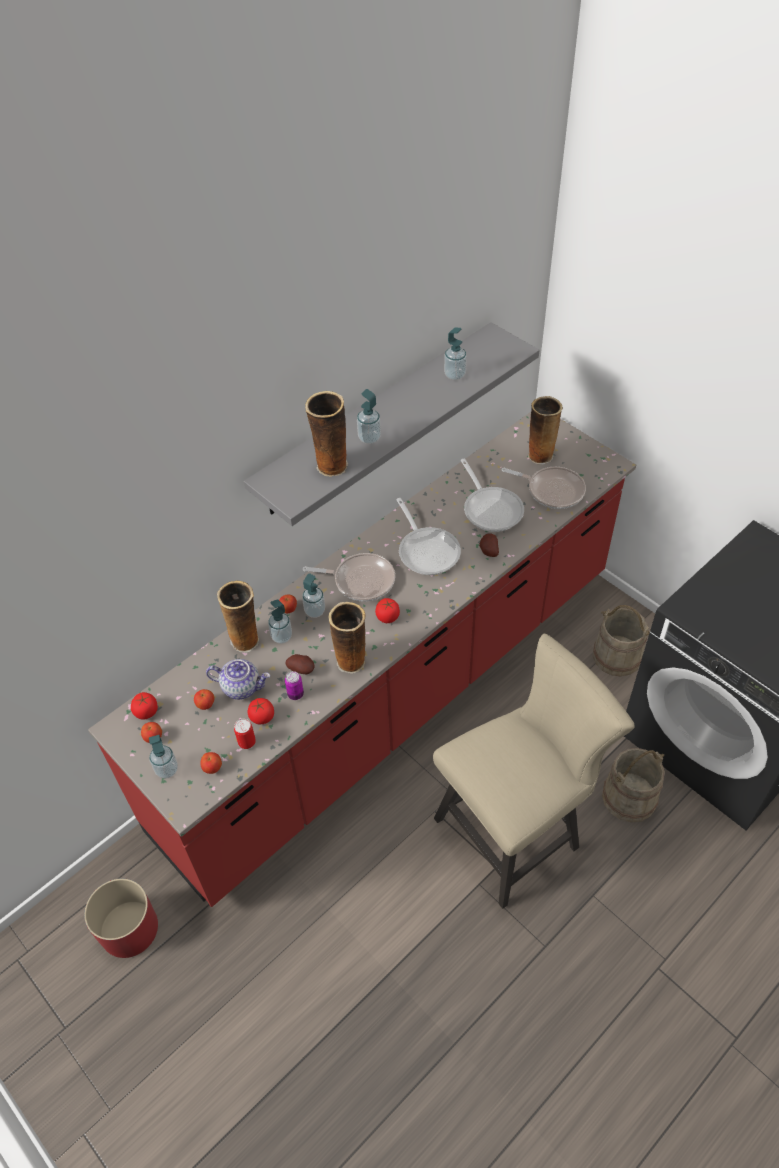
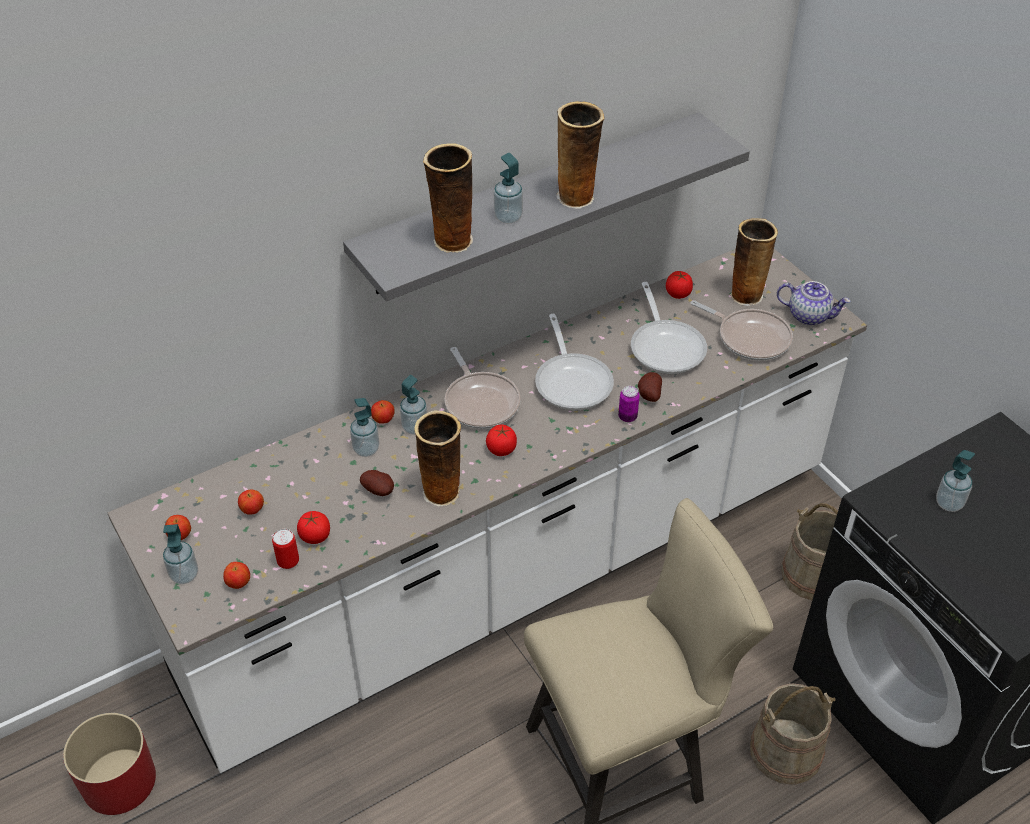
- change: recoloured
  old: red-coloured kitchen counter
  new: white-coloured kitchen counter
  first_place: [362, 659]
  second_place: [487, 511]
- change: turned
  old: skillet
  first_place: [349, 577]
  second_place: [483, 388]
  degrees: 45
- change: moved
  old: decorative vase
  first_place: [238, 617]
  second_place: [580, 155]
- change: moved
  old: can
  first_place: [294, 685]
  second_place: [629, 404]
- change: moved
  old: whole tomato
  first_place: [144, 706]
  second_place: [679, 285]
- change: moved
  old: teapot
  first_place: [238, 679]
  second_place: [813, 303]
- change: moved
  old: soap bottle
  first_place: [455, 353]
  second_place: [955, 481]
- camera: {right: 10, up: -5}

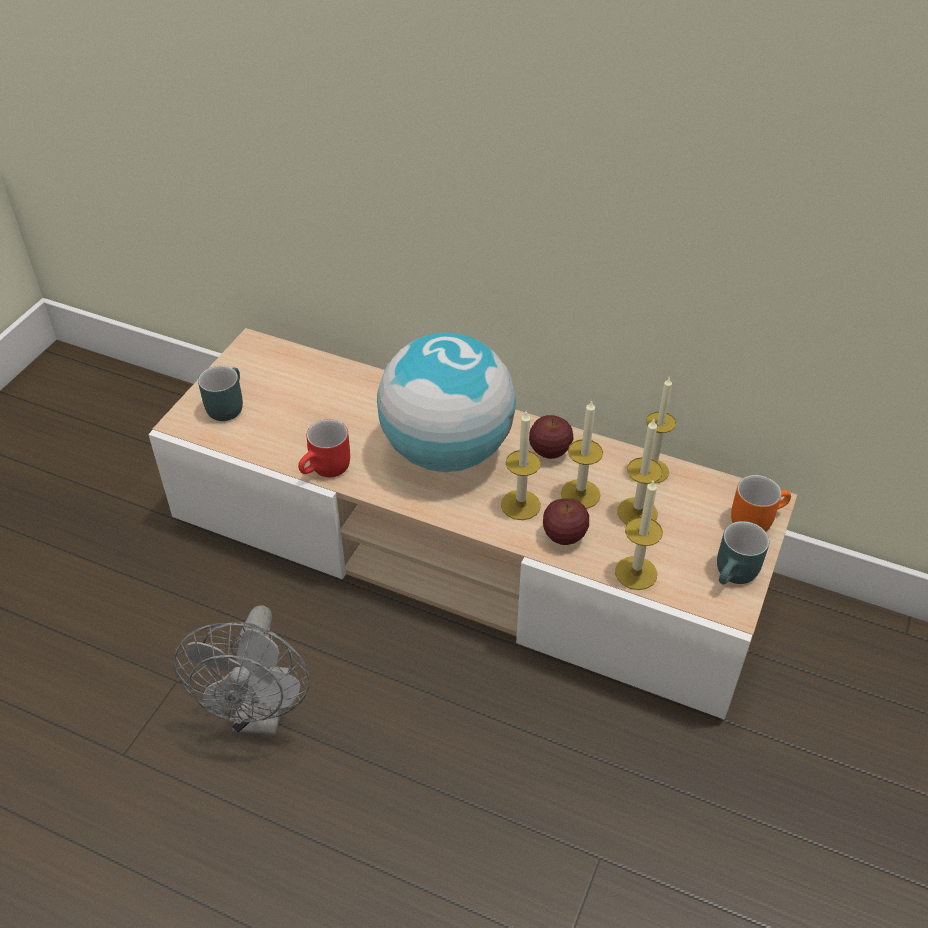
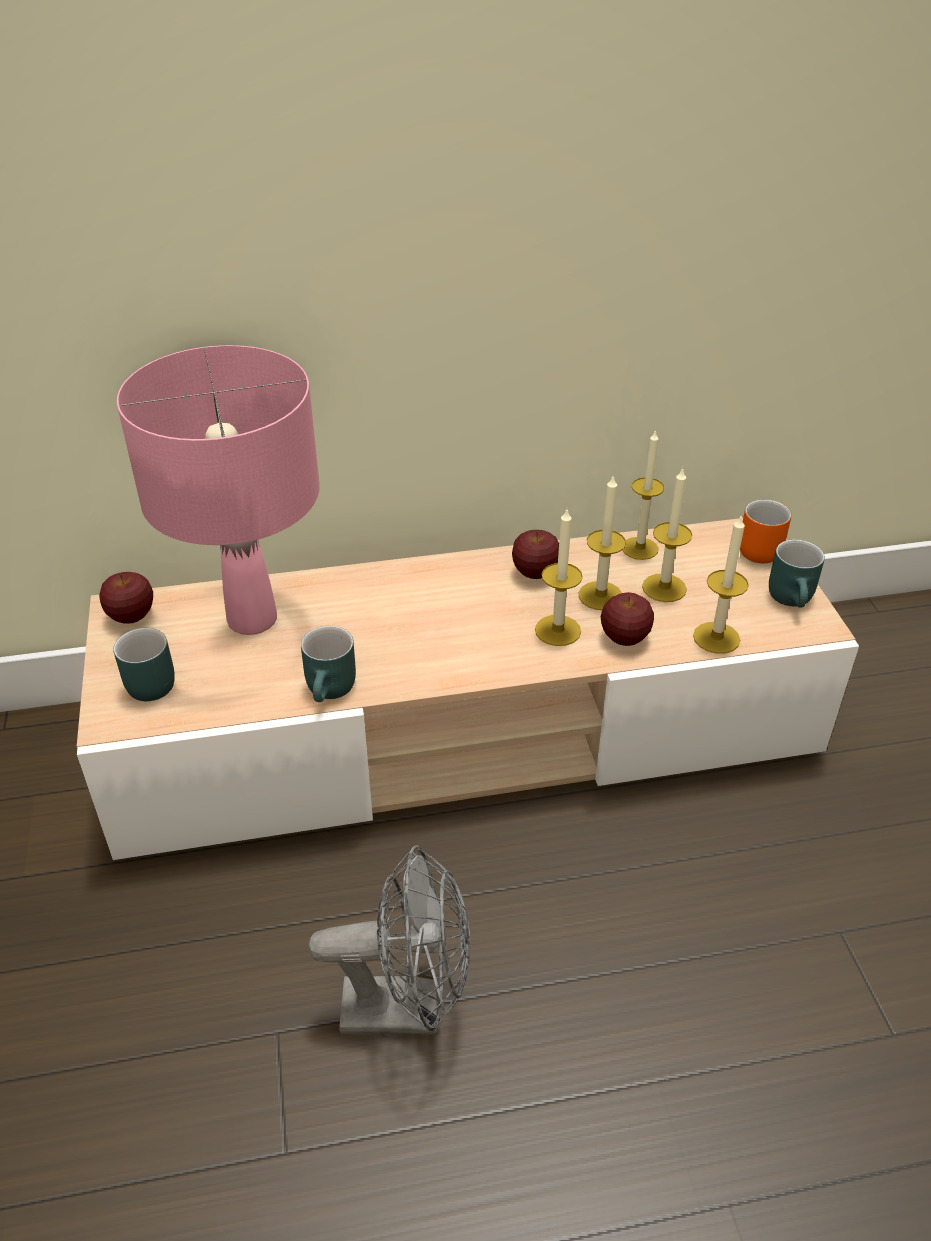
- change: added
  new: whole apple
  second_place: [126, 598]
- change: added
  new: pinkish table lamp
  second_place: [218, 490]
- change: recoloured
  old: red-coloured mug
  new: turquoise-coloured mug
  first_place: [324, 448]
  second_place: [328, 664]
- change: turned
  old: greyish cooling fan
  first_place: [242, 670]
  second_place: [389, 940]
  degrees: -60
- change: removed
  old: desk globe
  first_place: [446, 402]
- camera: {right: -35, up: -5}

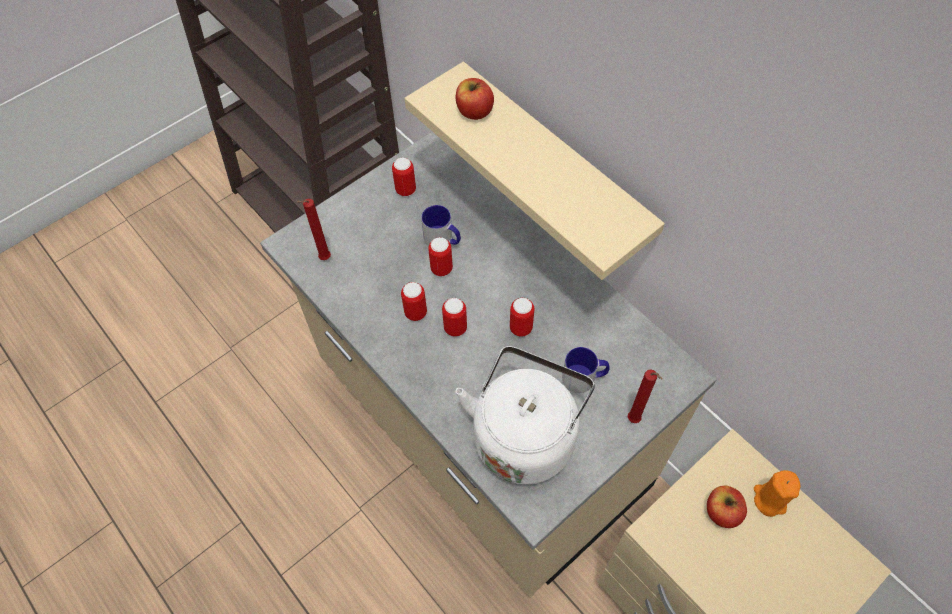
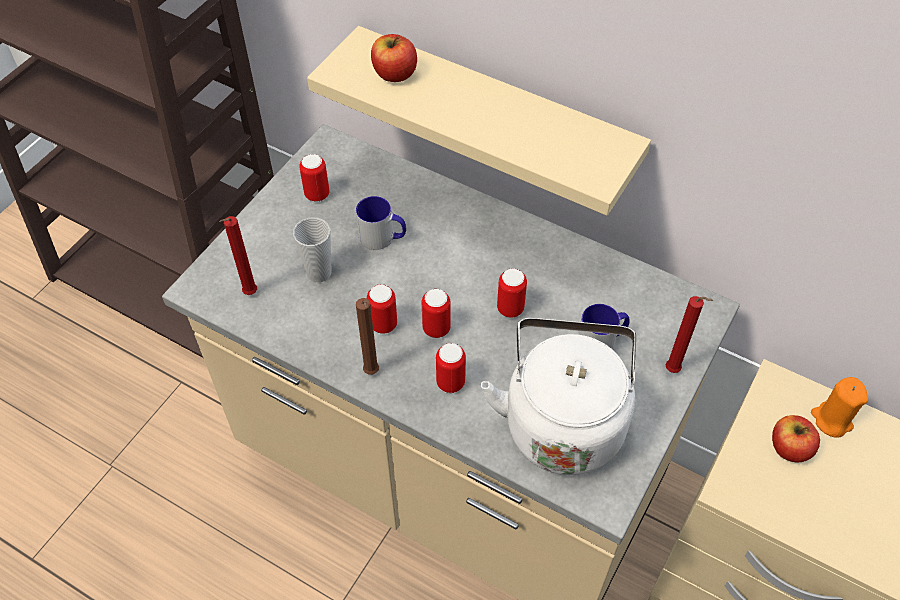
- change: added
  new: small cup
  second_place: [312, 249]
- change: added
  new: brown-coloured wax candle
  second_place: [367, 336]
- change: moved
  old: can
  first_place: [440, 256]
  second_place: [451, 368]
- camera: {right: -20, up: -5}

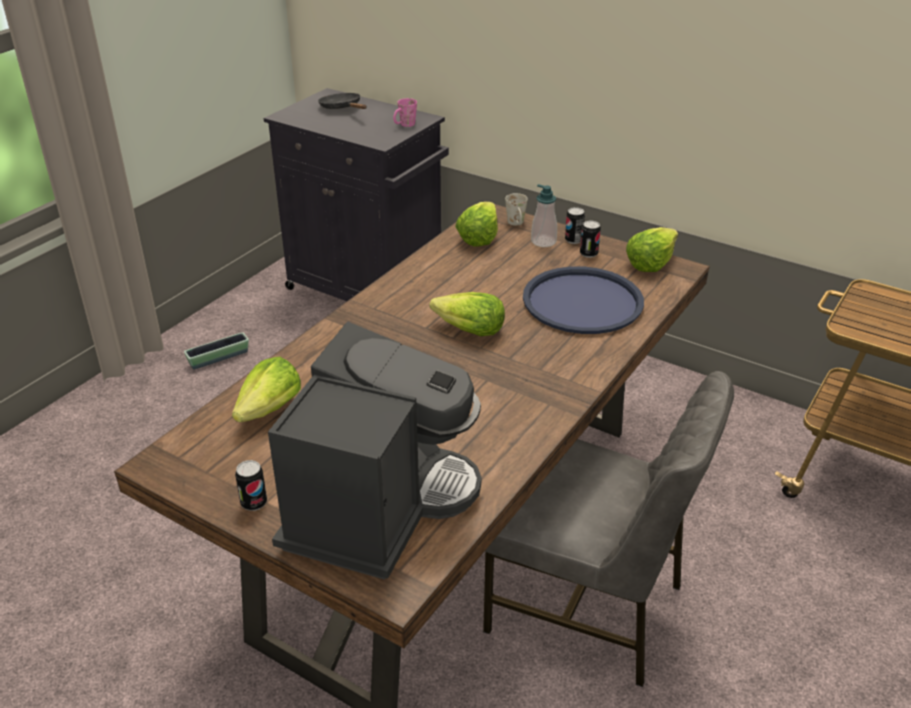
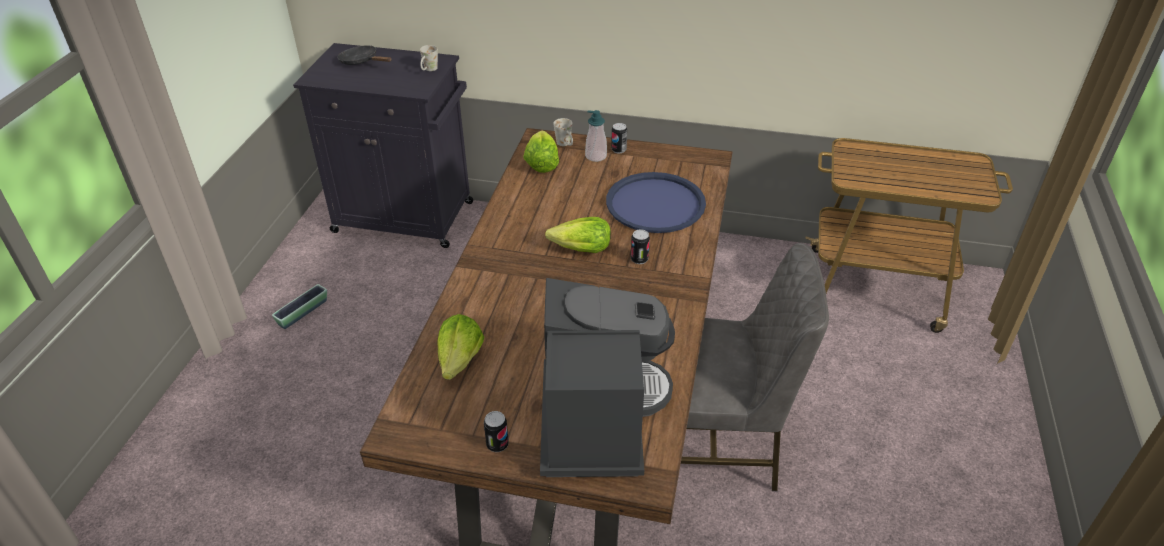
- change: recoloured
  old: pinkish mug
  new: white-coloured mug
  first_place: [405, 112]
  second_place: [429, 58]
- change: moved
  old: can
  first_place: [590, 239]
  second_place: [640, 246]
- change: removed
  old: lettuce
  first_place: [652, 249]
- camera: {right: -20, up: 5}

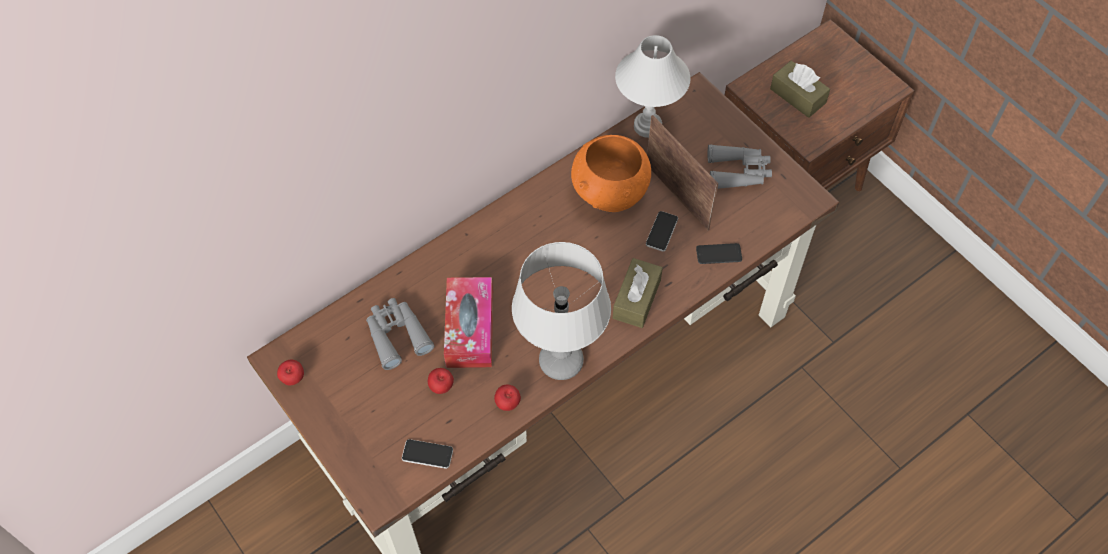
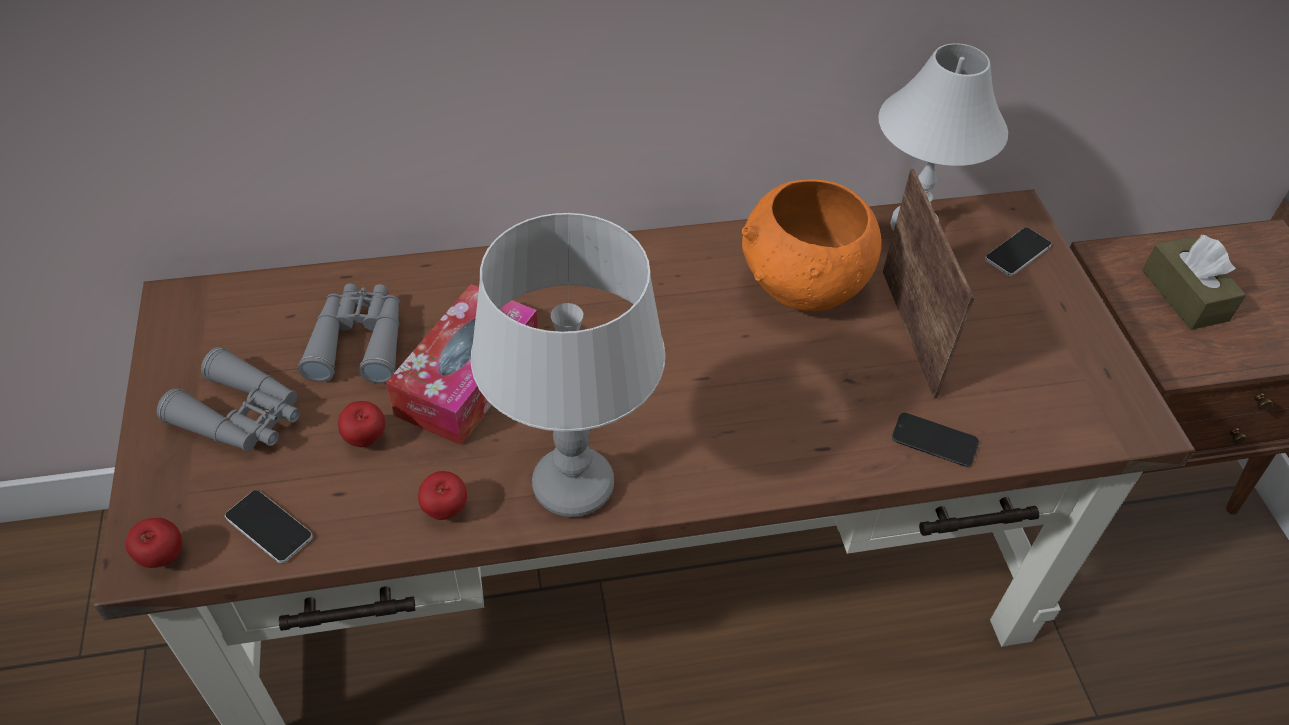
- change: moved
  old: whole apple
  first_place: [290, 372]
  second_place: [153, 543]
- change: moved
  old: greyish field glasses
  first_place: [740, 166]
  second_place: [228, 399]
- change: moved
  old: phone
  first_place: [662, 231]
  second_place: [1018, 252]
- change: removed
  old: brown-coloured tissue holder
  first_place: [638, 293]
- camera: {right: 25, up: -10}

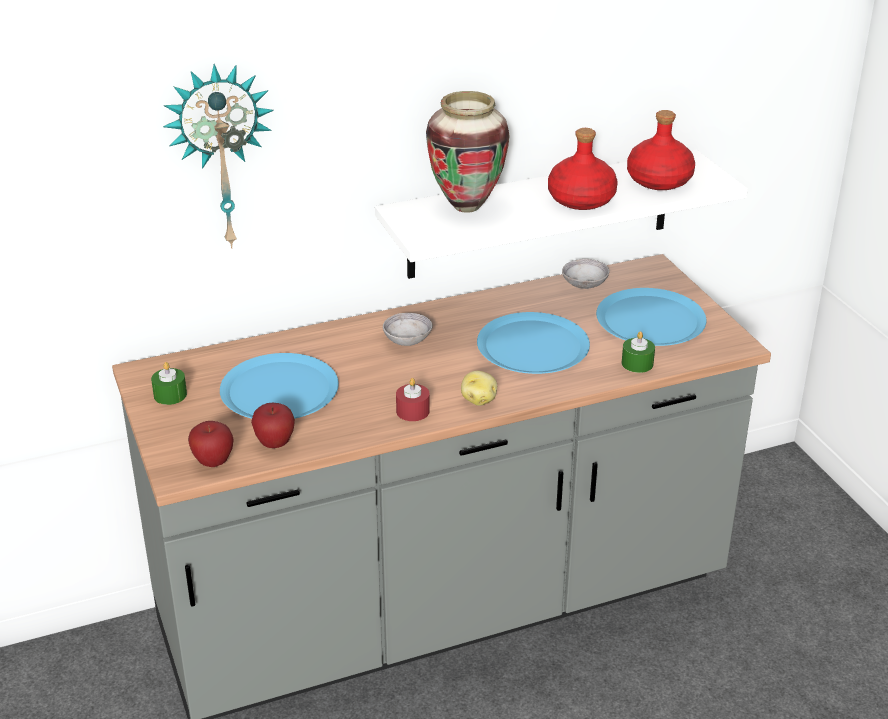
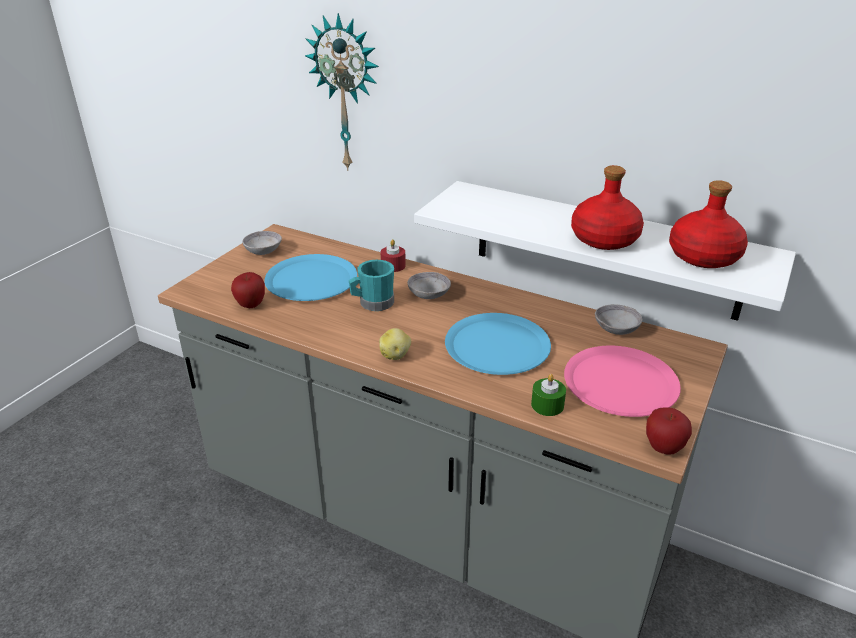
- change: replaced
  old: greenish wax candle
  new: greyish deep dish
  first_place: [169, 383]
  second_place: [262, 243]
- change: added
  new: turquoise-coloured mug
  second_place: [371, 285]
- change: moved
  old: red-coloured wax candle
  first_place: [413, 399]
  second_place: [393, 255]
- change: recoloured
  old: bluish flat dish
  new: pinkish flat dish
  first_place: [651, 317]
  second_place: [622, 381]
- change: moved
  old: whole apple
  first_place: [211, 444]
  second_place: [669, 431]
- change: removed
  old: decorative vase
  first_place: [468, 152]
- camera: {right: 50, up: 0}

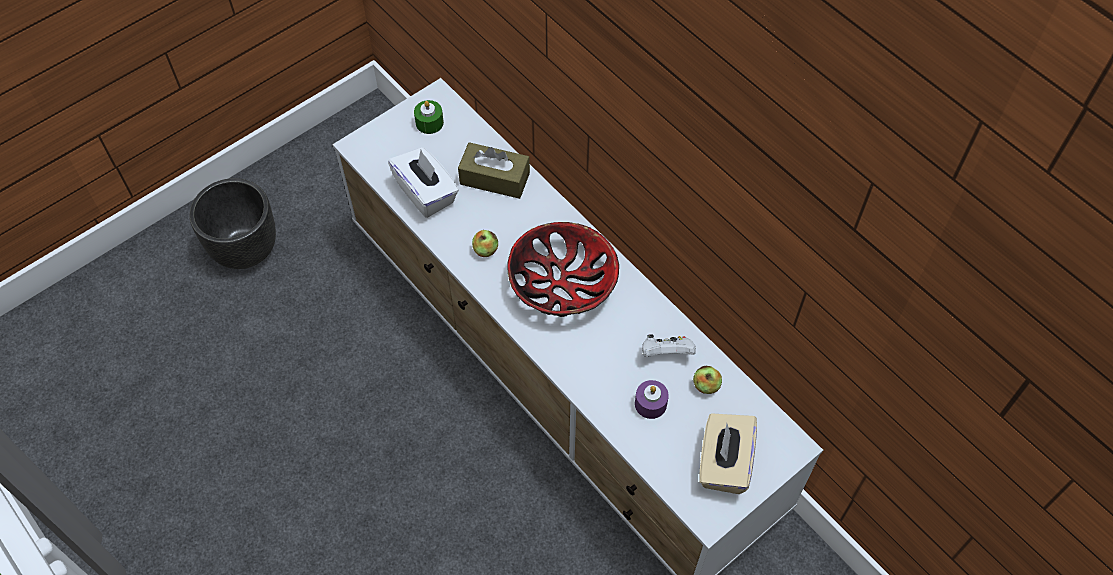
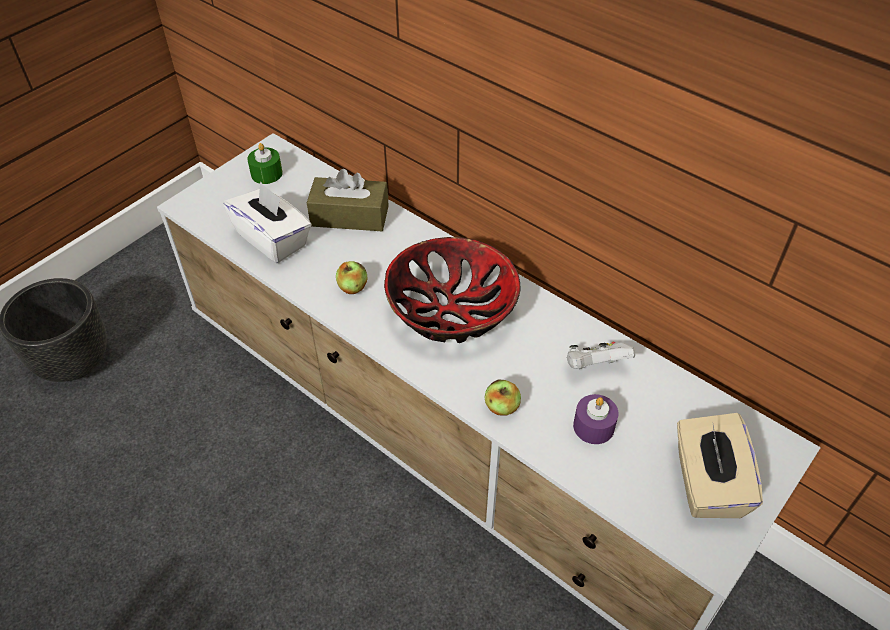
- change: moved
  old: whole apple
  first_place: [707, 380]
  second_place: [503, 397]
- camera: {right: -10, up: -10}

